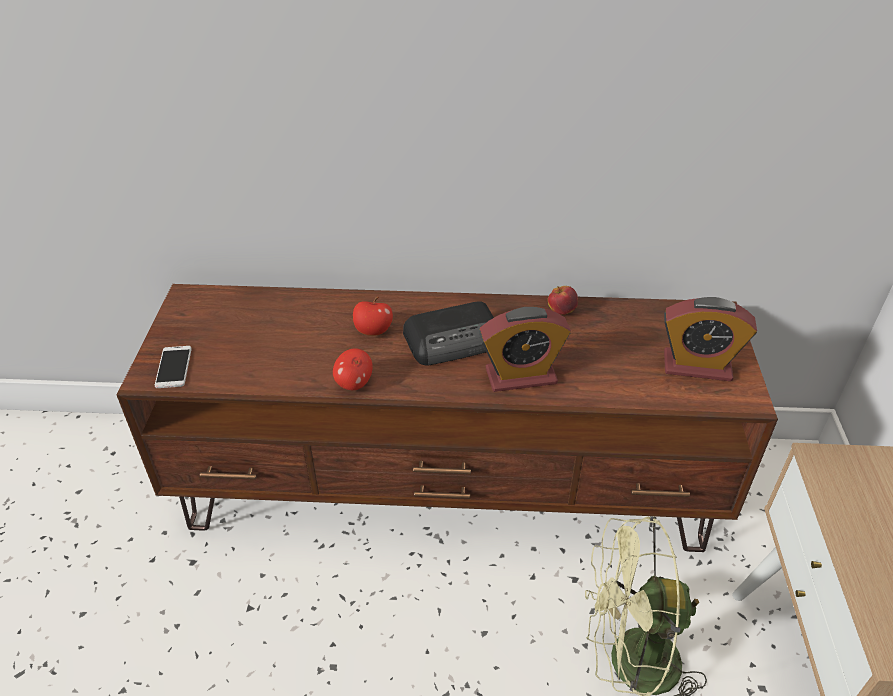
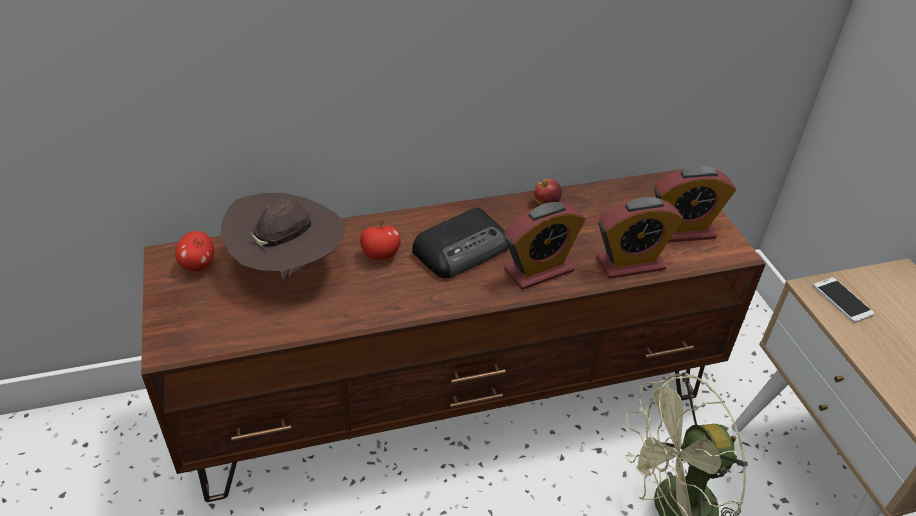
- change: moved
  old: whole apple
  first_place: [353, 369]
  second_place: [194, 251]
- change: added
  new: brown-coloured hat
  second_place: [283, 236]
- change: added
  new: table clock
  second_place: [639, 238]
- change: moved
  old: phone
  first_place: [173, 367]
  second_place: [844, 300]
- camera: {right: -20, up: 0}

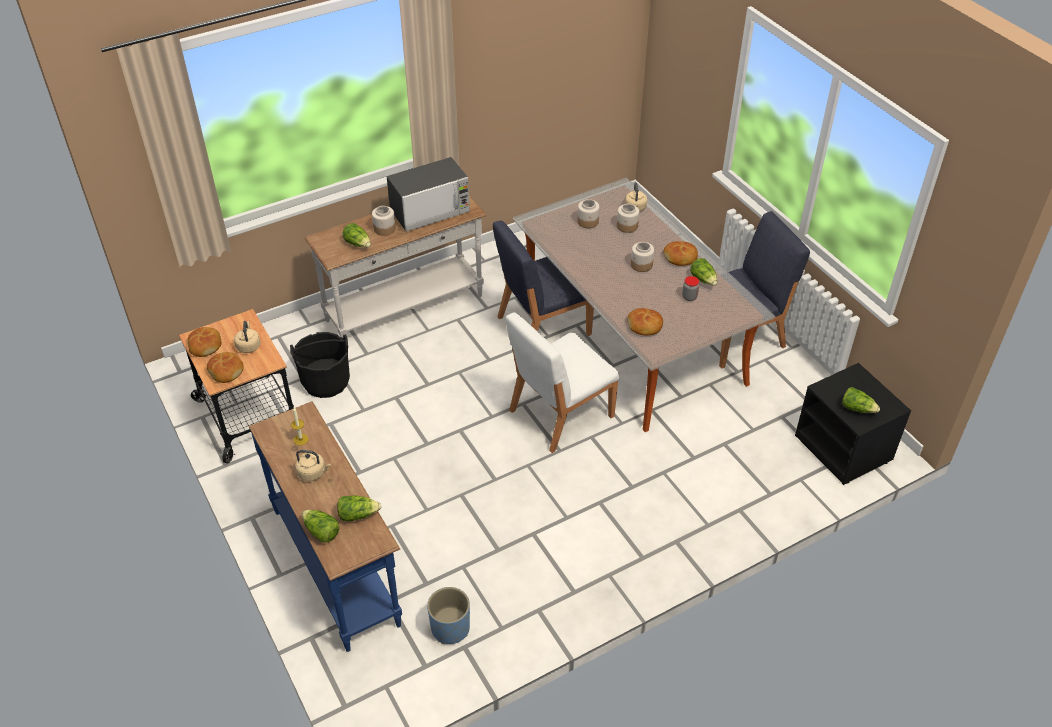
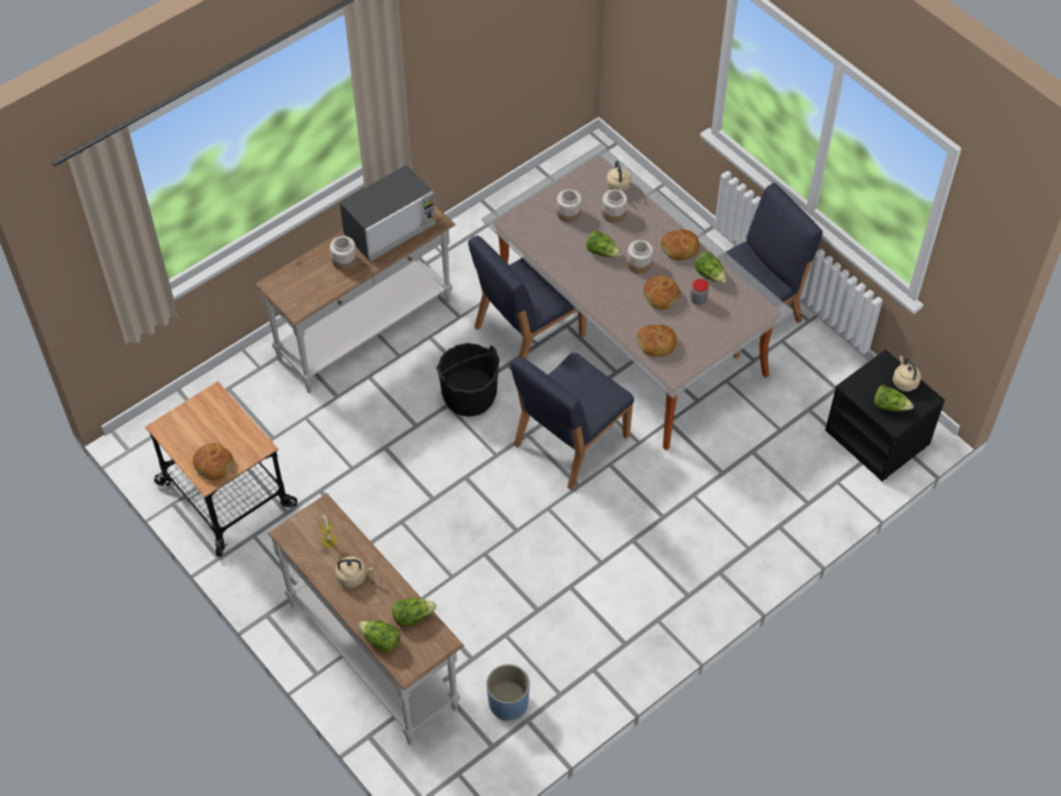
- change: recoloured
  old: bluish hall table
  new: white-coloured hall table
  first_place: [325, 526]
  second_place: [366, 618]
- change: moved
  old: black bucket
  first_place: [320, 365]
  second_place: [468, 380]
- change: recoloured
  old: white-coloured upright chair
  new: bluish upright chair
  first_place: [562, 382]
  second_place: [572, 421]
- change: moved
  old: lettuce
  first_place: [357, 235]
  second_place: [604, 244]
- change: moved
  old: bread
  first_place: [204, 342]
  second_place: [661, 293]
- change: moved
  old: beige-coloured kettle
  first_place: [247, 337]
  second_place: [907, 373]
- camera: {right: -10, up: 10}

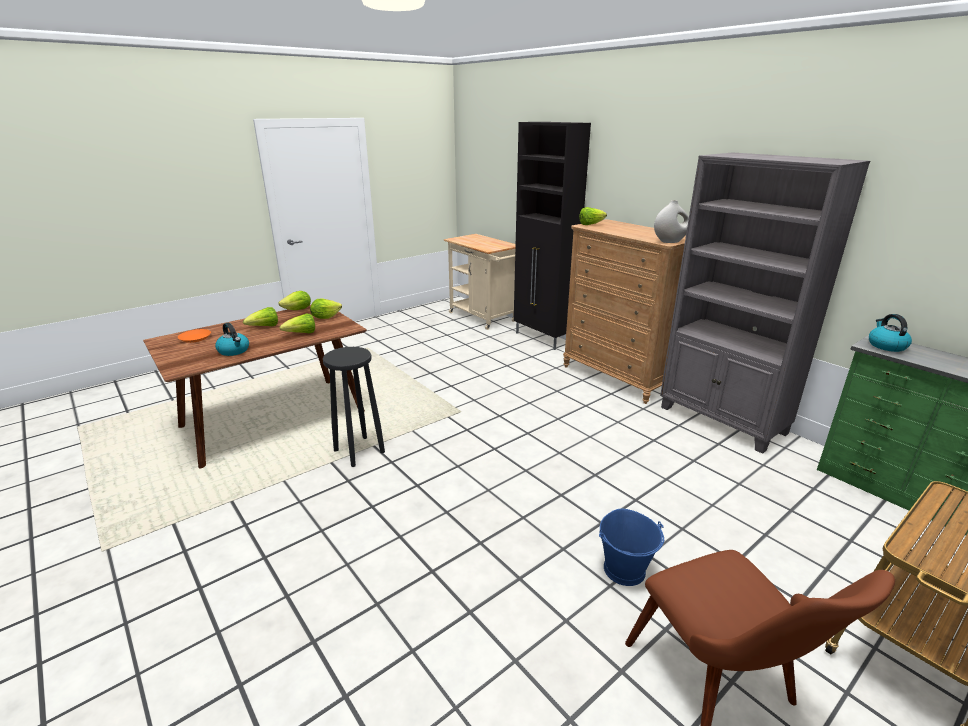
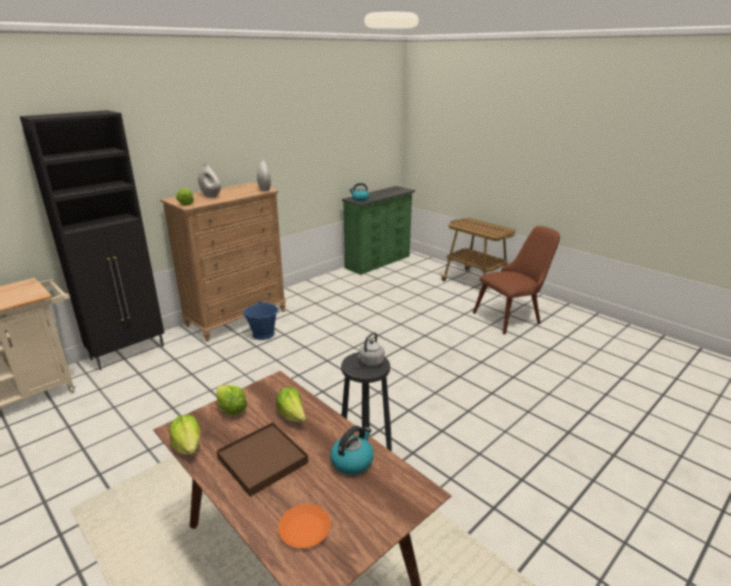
- change: added
  new: white-coloured decorative vase
  second_place: [209, 180]
- change: replaced
  old: lettuce
  new: brown-coloured serving tray
  first_place: [260, 316]
  second_place: [262, 459]
- change: moved
  old: bluish bucket
  first_place: [631, 547]
  second_place: [260, 320]
- change: added
  new: greyish kettle
  second_place: [371, 349]
- change: removed
  old: greyish shelving unit
  first_place: [765, 303]
- camera: {right: -95, up: 0}

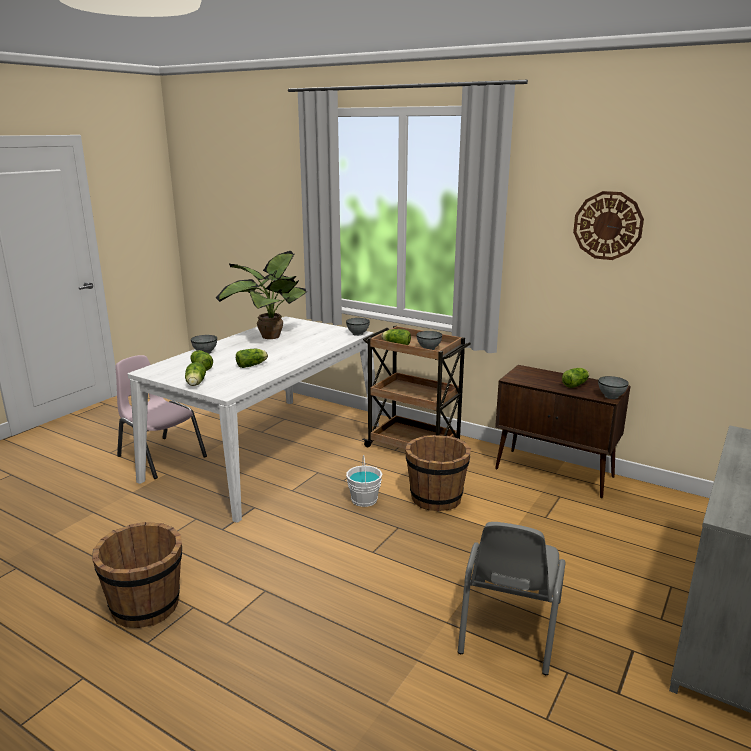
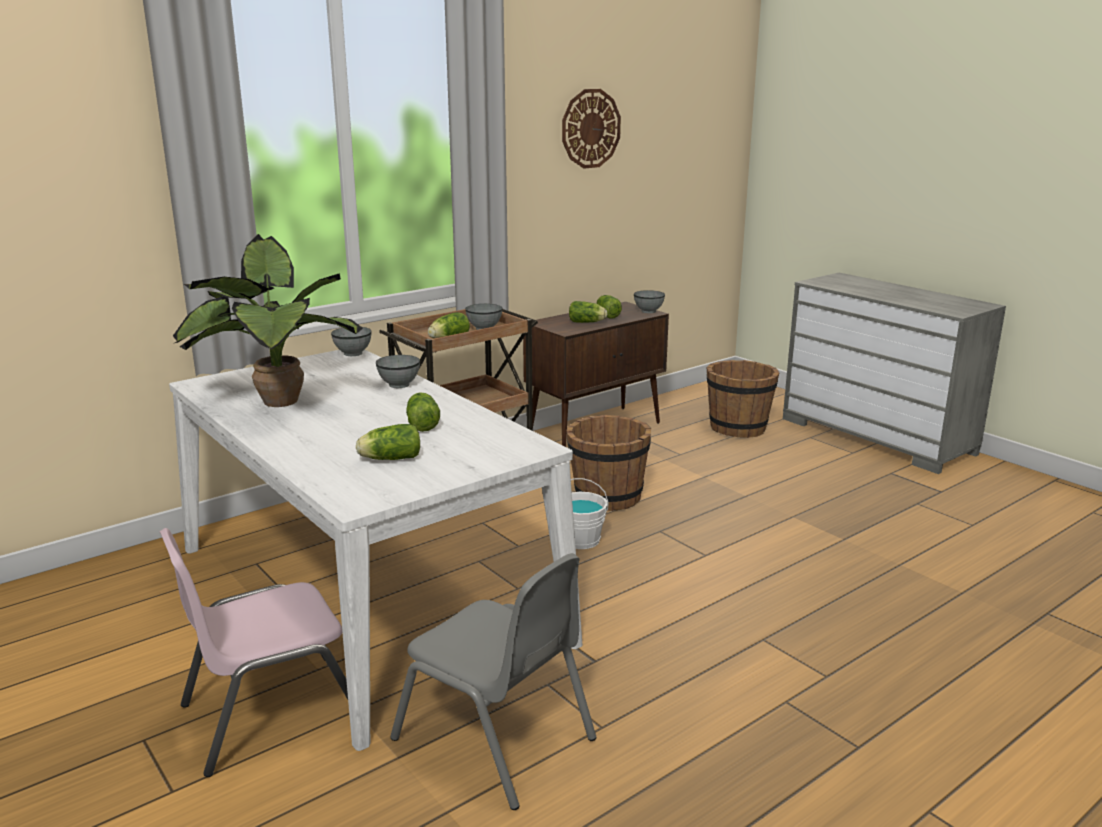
- change: moved
  old: greyish deep dish
  first_place: [204, 344]
  second_place: [398, 371]
- change: moved
  old: greyish upright chair
  first_place: [512, 598]
  second_place: [493, 681]
- change: moved
  old: lettuce
  first_place: [195, 374]
  second_place: [588, 312]
- change: moved
  old: brown-coloured bucket
  first_place: [137, 575]
  second_place: [743, 399]
- camera: {right: -70, up: 0}

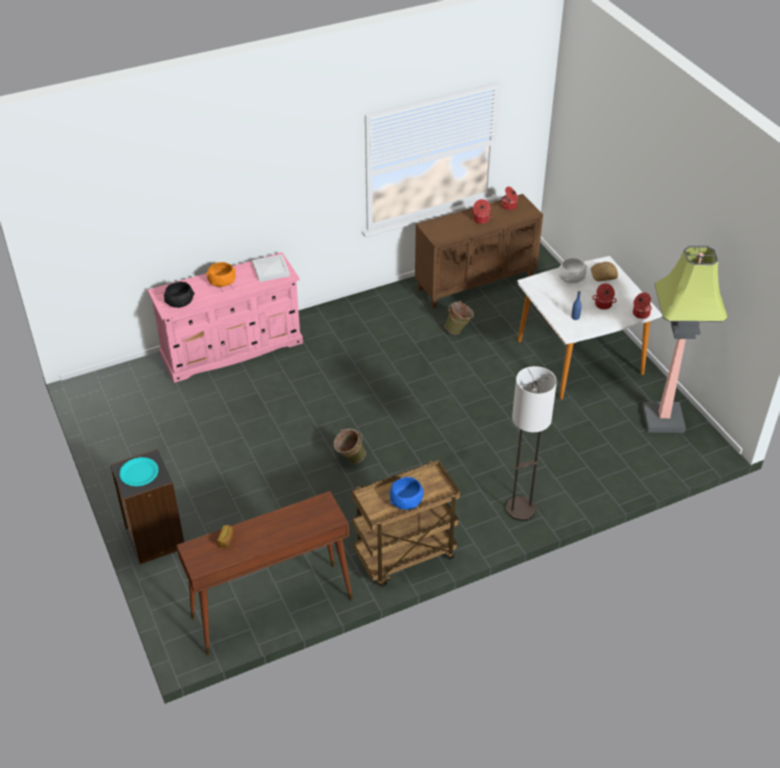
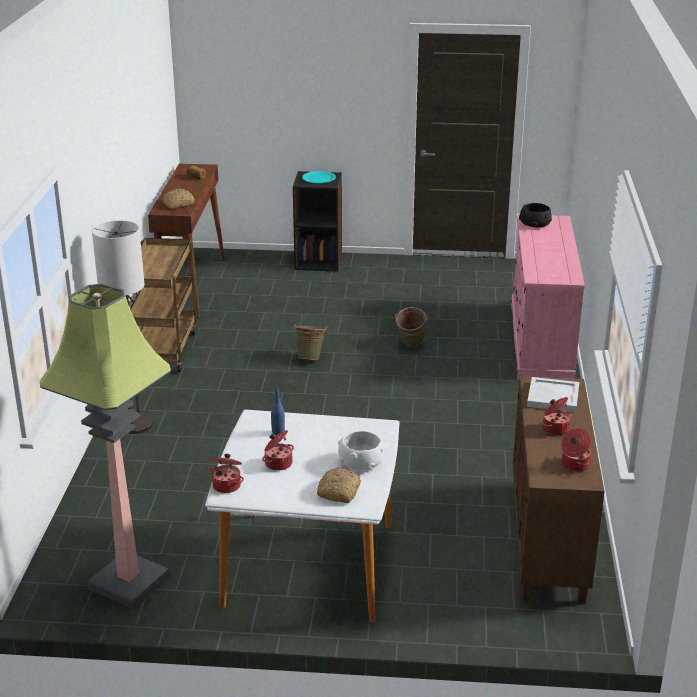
- change: added
  new: bread
  second_place: [178, 199]
- change: moved
  old: greenish bucket
  first_place: [459, 317]
  second_place: [411, 326]
- change: moved
  old: white-coloured serving tray
  first_place: [271, 268]
  second_place: [553, 394]
- change: removed
  old: orange deep dish
  first_place: [221, 274]
- change: removed
  old: bluish deep dish
  first_place: [406, 493]
- camera: {right: 120, up: -15}

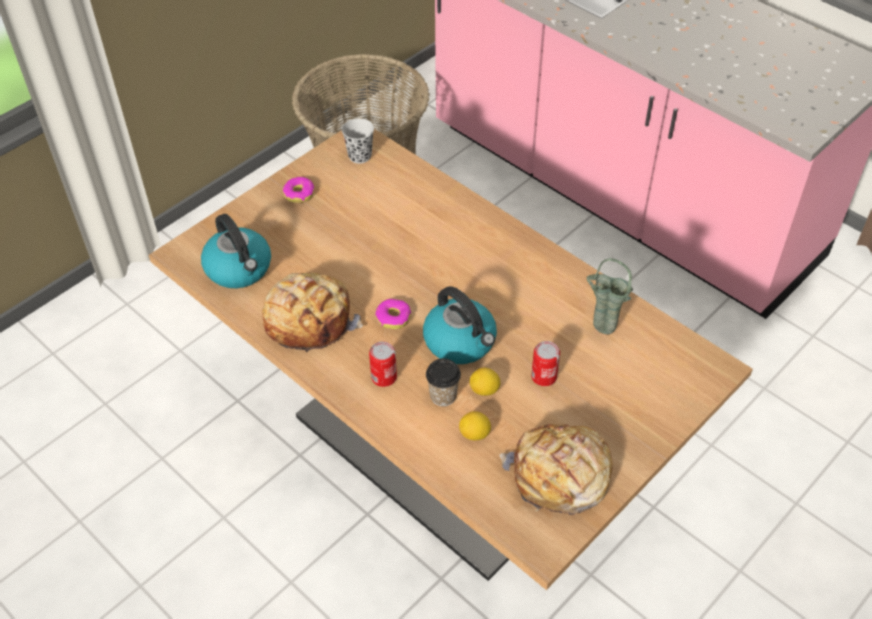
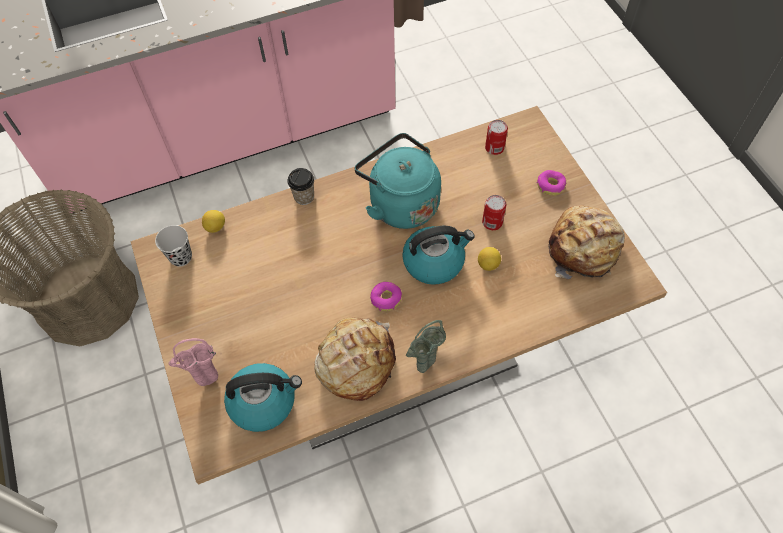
- change: added
  new: pinkish decorative vase
  second_place: [193, 362]
- change: moved
  old: citrus fruit
  first_place: [475, 425]
  second_place: [213, 221]
- change: moved
  old: small cup
  first_place: [443, 382]
  second_place: [300, 186]
- change: added
  new: turquoise-coloured kettle
  second_place: [398, 181]
- change: moved
  old: greenish decorative vase
  first_place: [610, 296]
  second_place: [426, 346]
- change: moved
  old: can
  first_place: [383, 364]
  second_place: [496, 137]
- change: moved
  old: donut
  first_place: [298, 190]
  second_place: [551, 183]
- camera: {right: -65, up: 10}

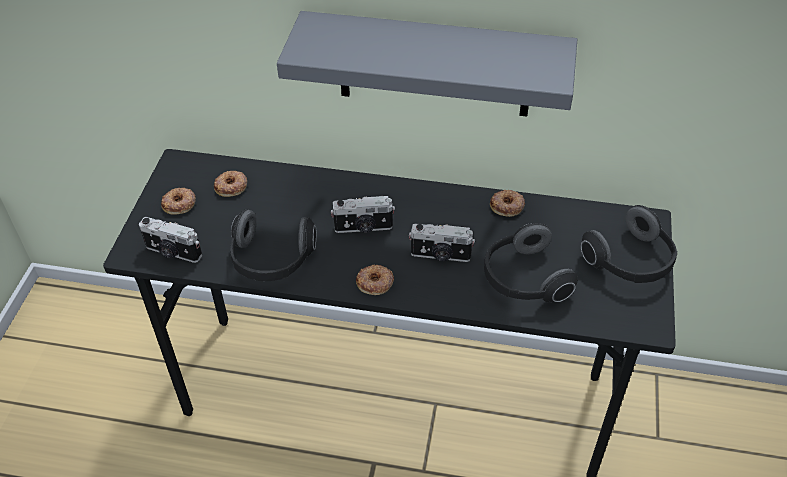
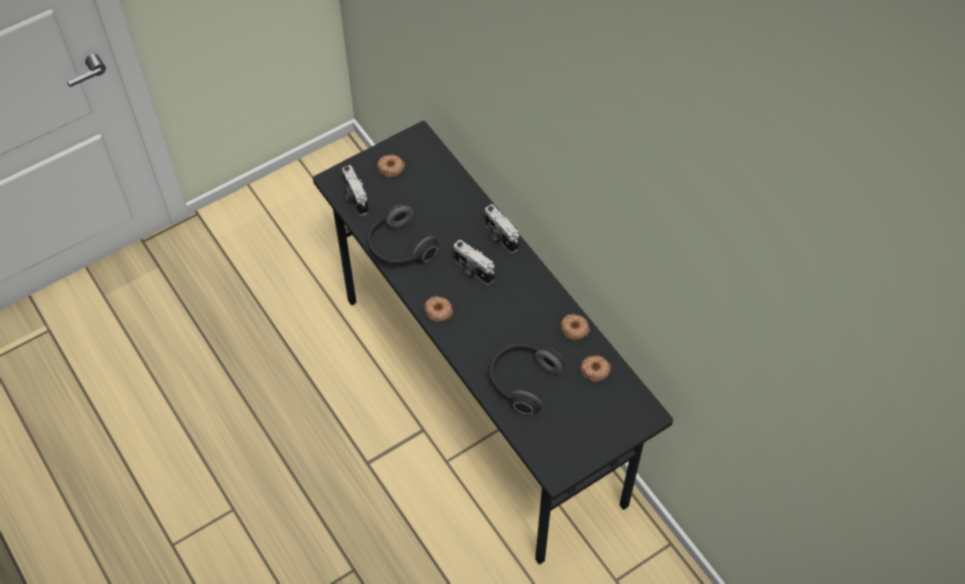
- change: moved
  old: still camera
  first_place: [442, 243]
  second_place: [502, 228]
- change: moved
  old: donut
  first_place: [230, 184]
  second_place: [596, 369]
- change: removed
  old: greyish bracket shelf
  first_place: [427, 64]
- change: removed
  old: pair of headphones
  first_place: [629, 244]
- camera: {right: 45, up: 10}

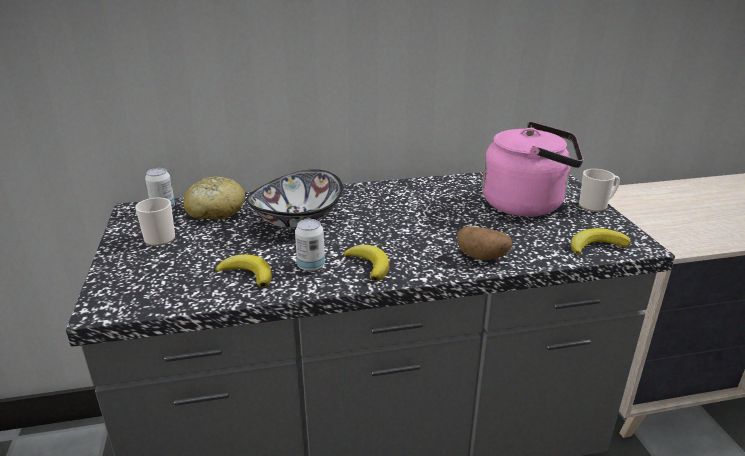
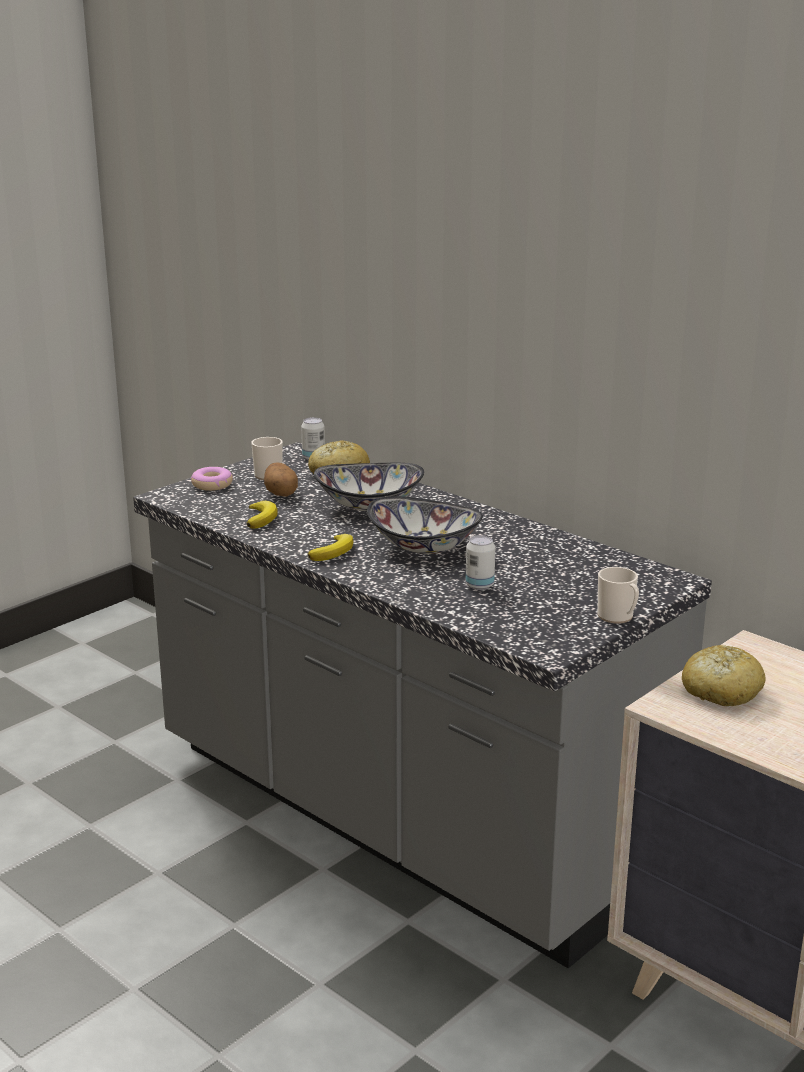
- change: added
  new: donut
  second_place: [212, 479]
- change: moved
  old: potato
  first_place: [484, 243]
  second_place: [281, 480]
- change: added
  new: deep dish
  second_place: [425, 525]
- change: moved
  old: can
  first_place: [310, 245]
  second_place: [480, 562]
- change: added
  new: bread
  second_place: [723, 675]
- change: removed
  old: pinkish kettle
  first_place: [532, 169]
- change: removed
  old: banana
  first_place: [601, 242]
- camera: {right: 55, up: -5}

